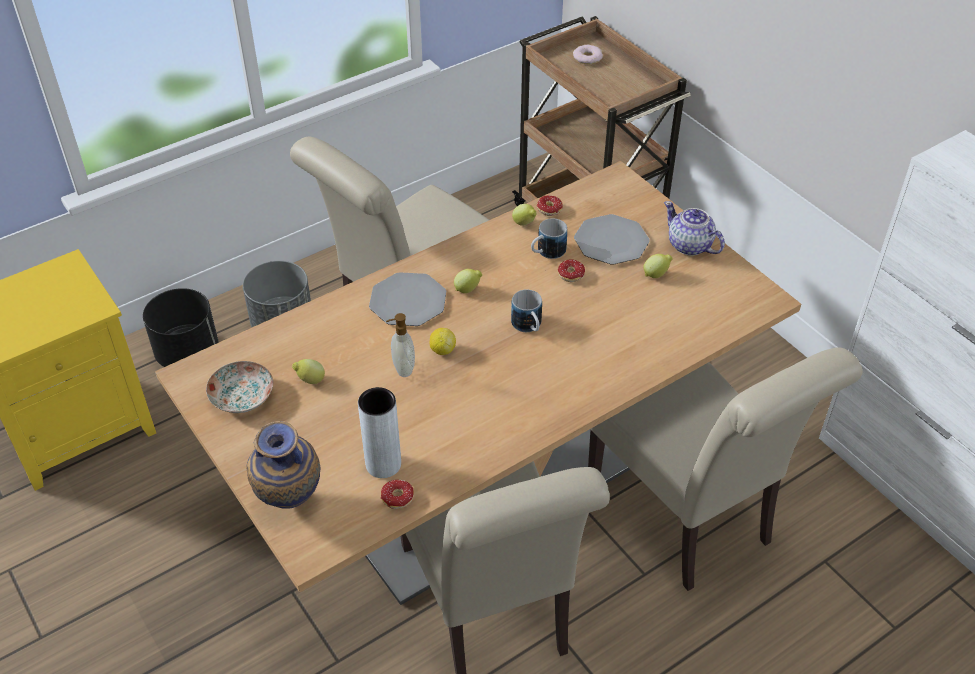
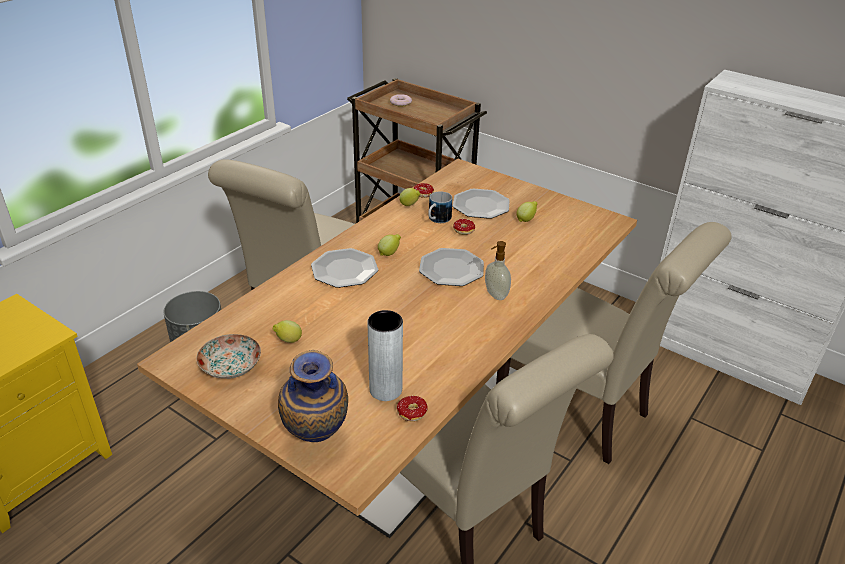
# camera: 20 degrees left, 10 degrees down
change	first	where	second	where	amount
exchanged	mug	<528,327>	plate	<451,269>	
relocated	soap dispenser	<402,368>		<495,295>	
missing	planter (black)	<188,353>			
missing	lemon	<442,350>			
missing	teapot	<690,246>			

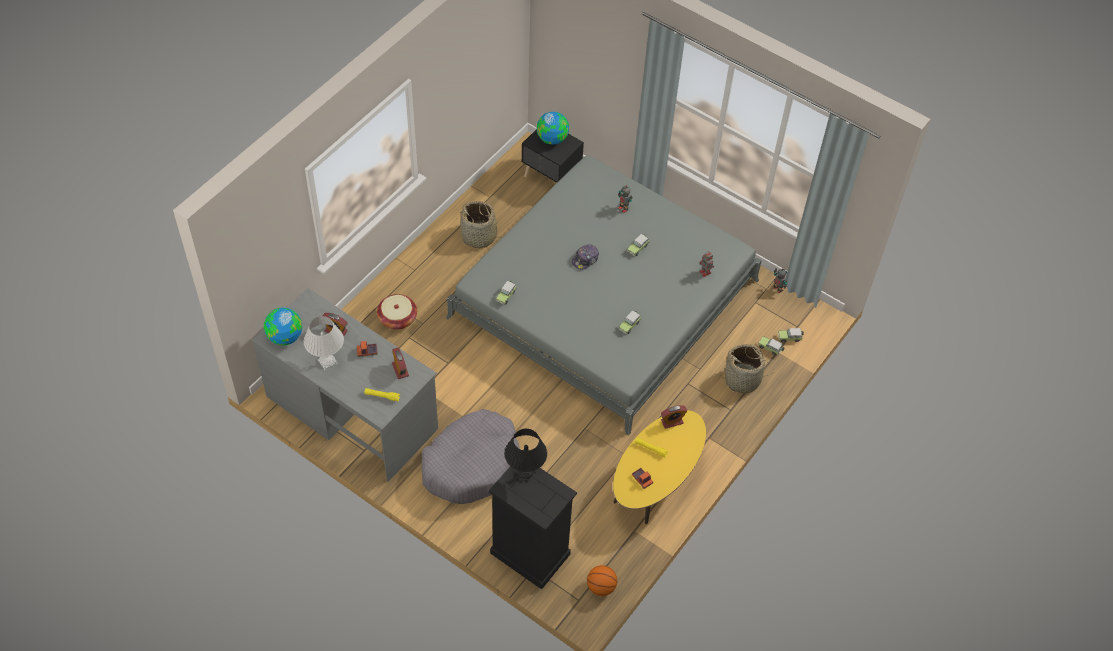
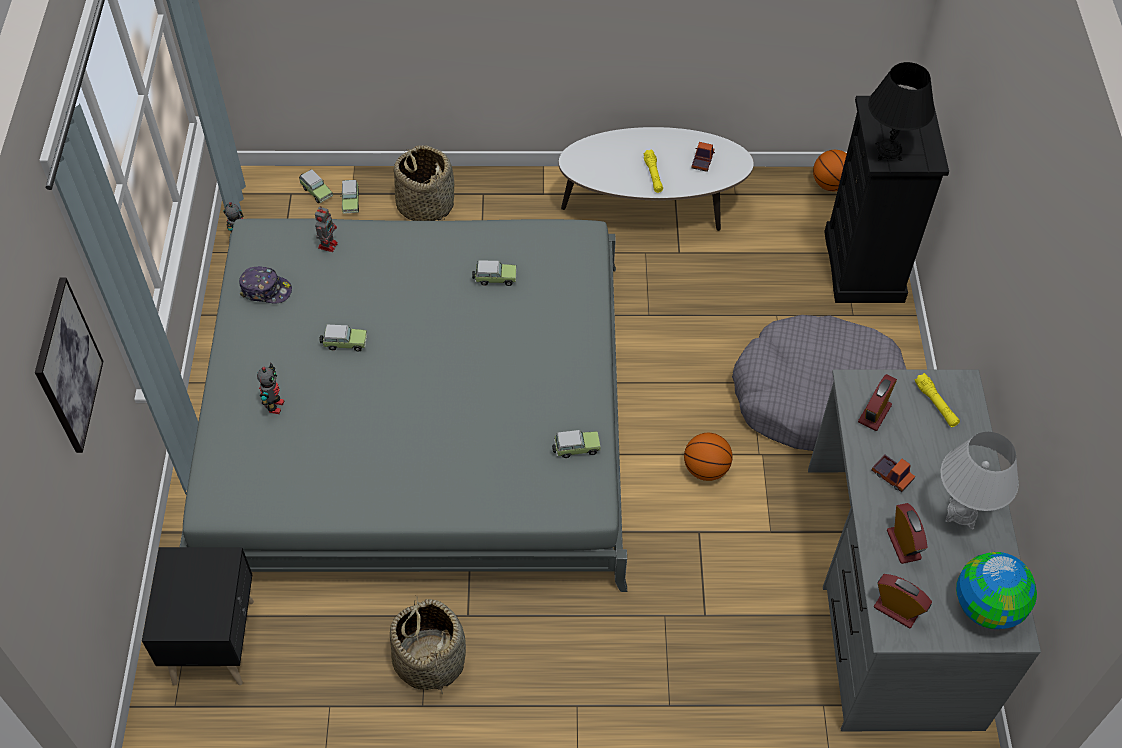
# camera: 125 degrees left, 0 degrees up
change	first	where	second	where	amount
appeared			picture	<67,366>	
relocated	cap	<585,259>		<266,290>	
colour	coffee table (yellow)	<655,481>	coffee table (white)	<651,209>	
appeared			basketball	<706,469>	
relocated	alarm clock	<672,422>		<896,610>	
missing	basket	<397,318>			
missing	globe	<552,138>			

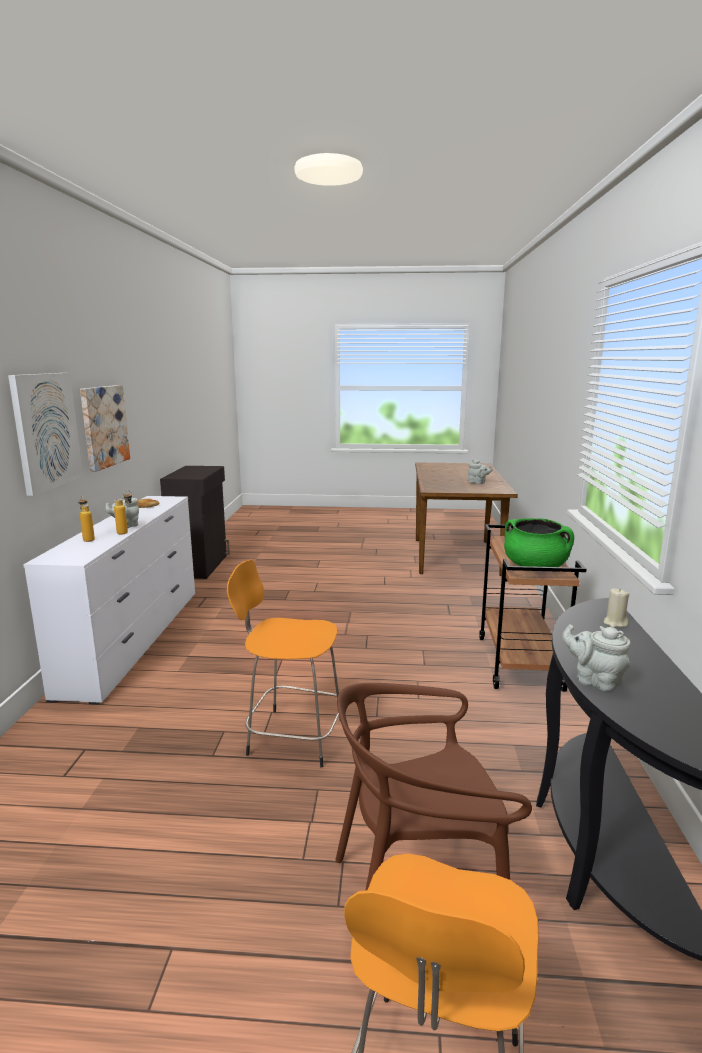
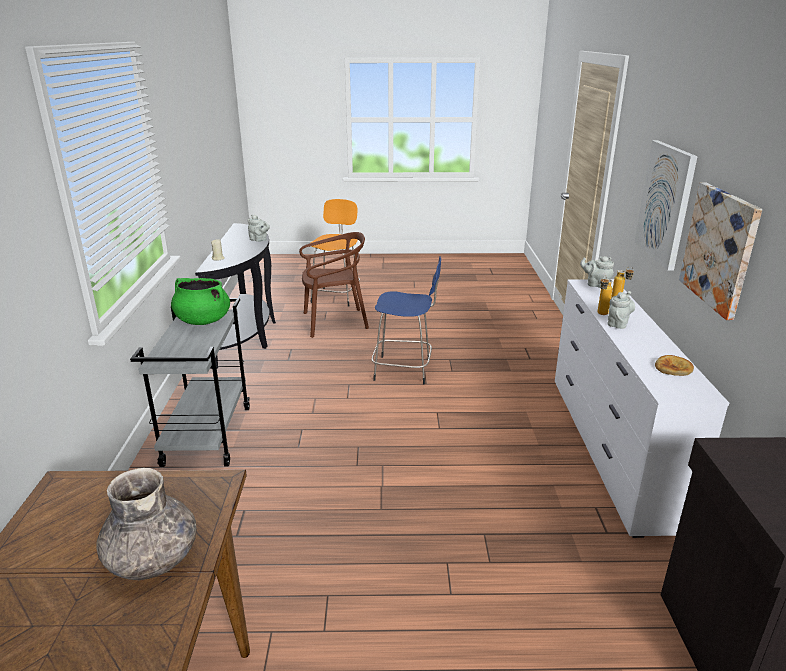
# camera: 175 degrees right, 10 degrees up
change	first	where	second	where	amount
appeared			vase (grey)	<153,558>	
colour	cart (brown)	<520,663>	cart (grey)	<207,435>	
colour	stool (orange)	<292,736>	stool (blue)	<405,370>	
relocated	teapot (grey)	<478,483>		<596,284>	

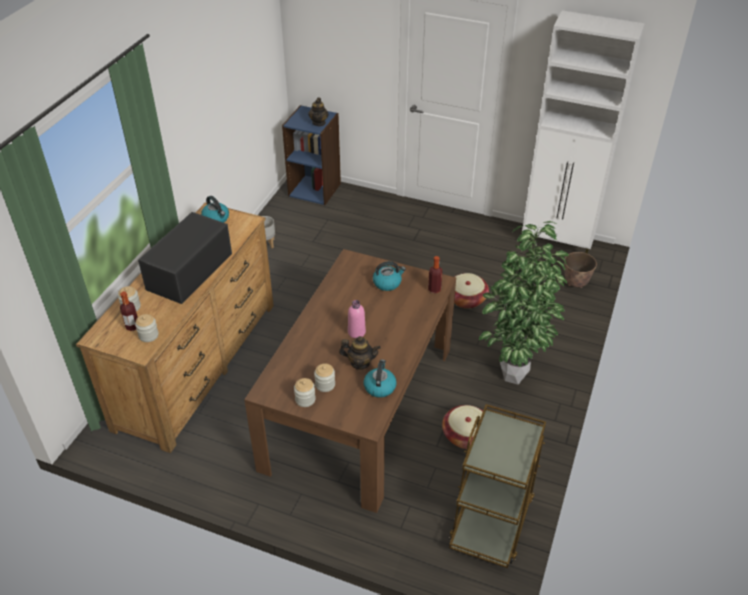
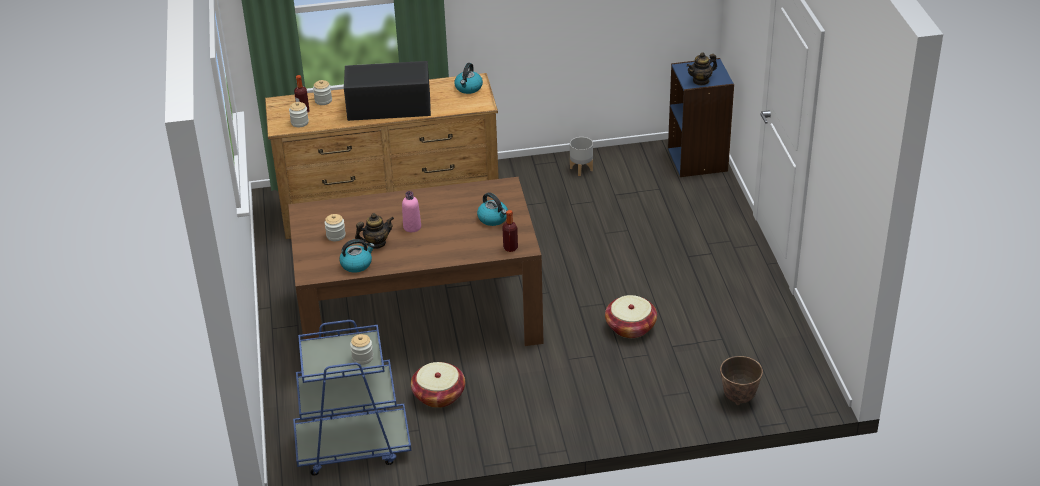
# camera: 60 degrees right, 5 degrees down
change	first	where	second	where	amount
colour	cart (brown)	<491,519>	cart (blue)	<352,446>	
relocated	jar	<305,399>		<362,358>	
spun	teapot	<360,363>		<376,243>	90 degrees counterclockwise
missing	potted plant	<513,378>			
missing	cabinet (white)	<557,244>			

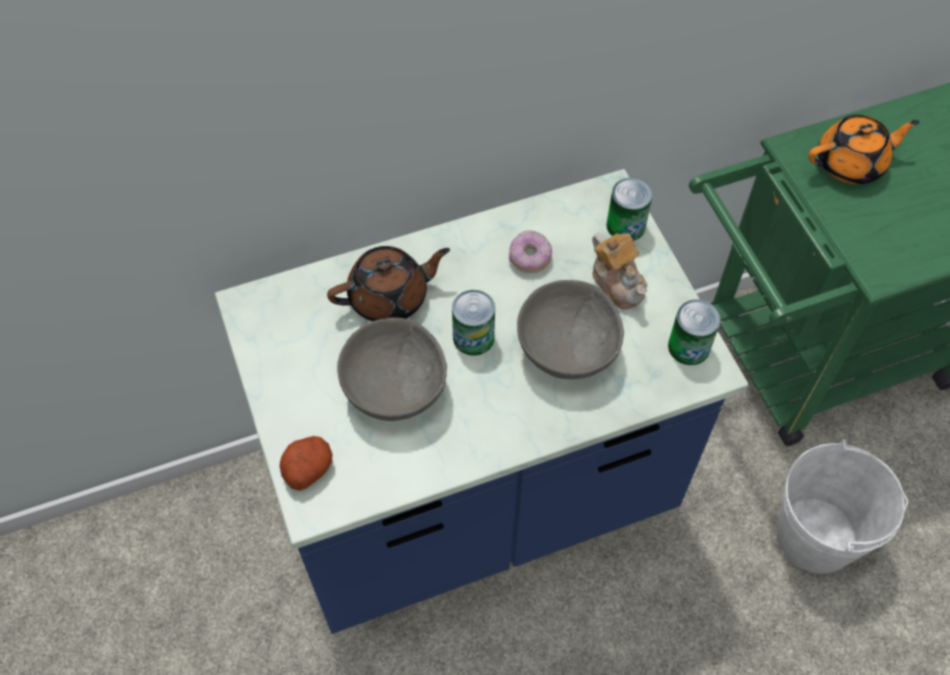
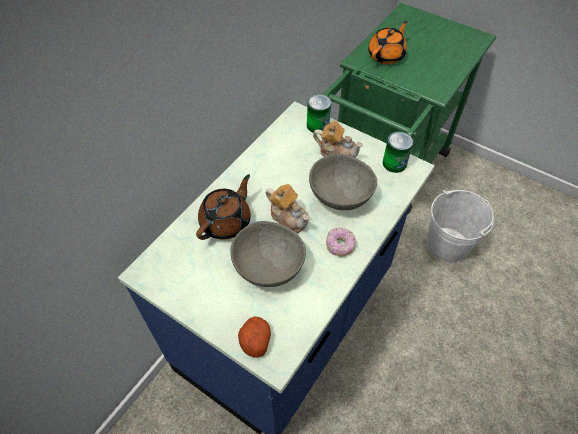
# camera: 35 degrees left, 5 degrees down
change	first	where	second	where	amount
exchanged	can	<473,337>	teapot	<288,217>	
relocated	donut	<529,258>		<340,246>	

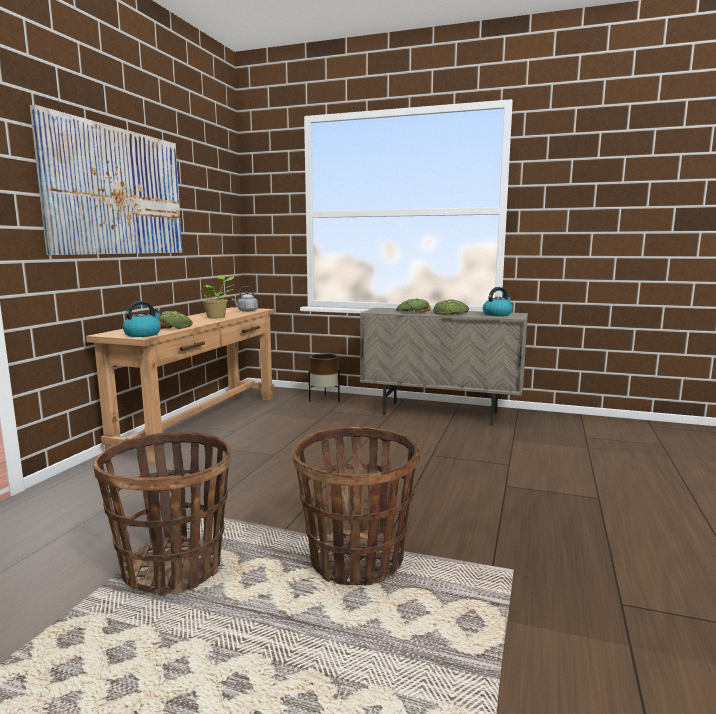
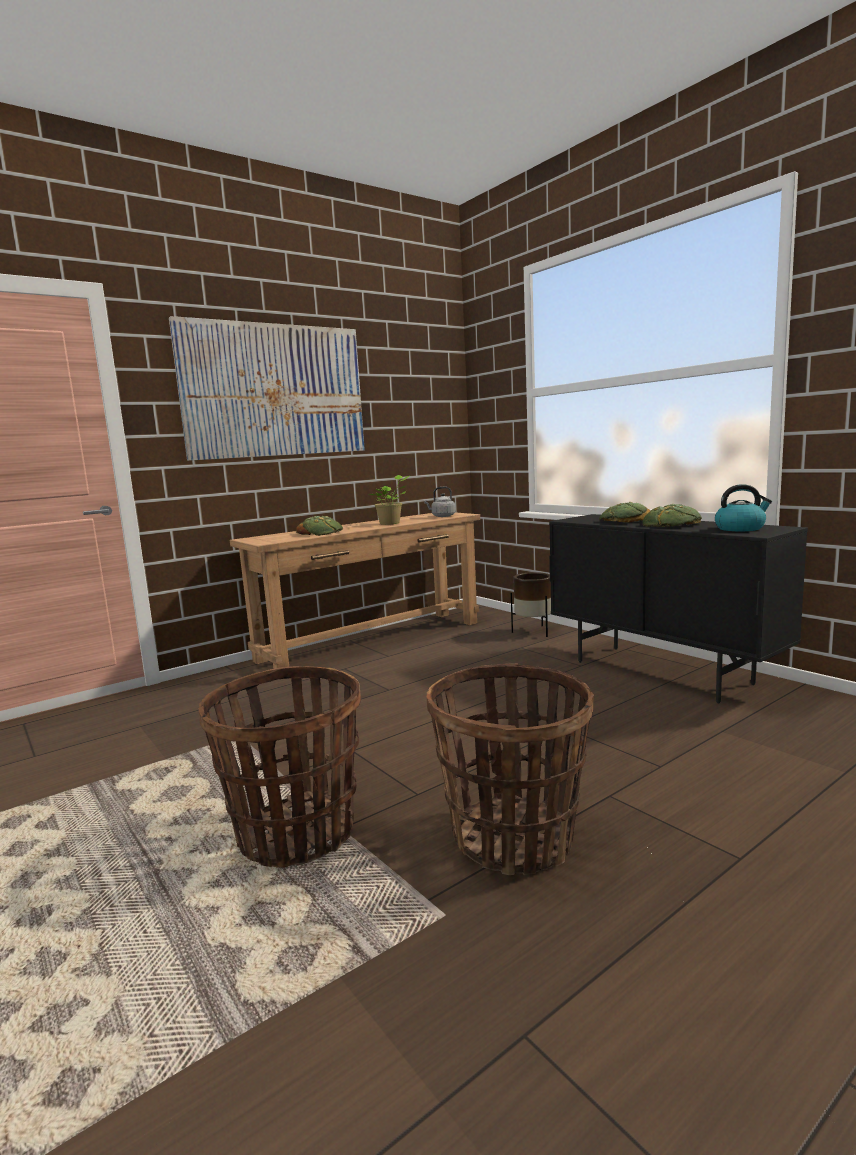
# camera: 35 degrees right, 0 degrees up
change	first	where	second	where	amount
relocated	basket	<173,568>		<513,838>	
colour	cabinet (beige)	<440,414>	cabinet (black)	<661,672>	
missing	kettle	<143,334>			

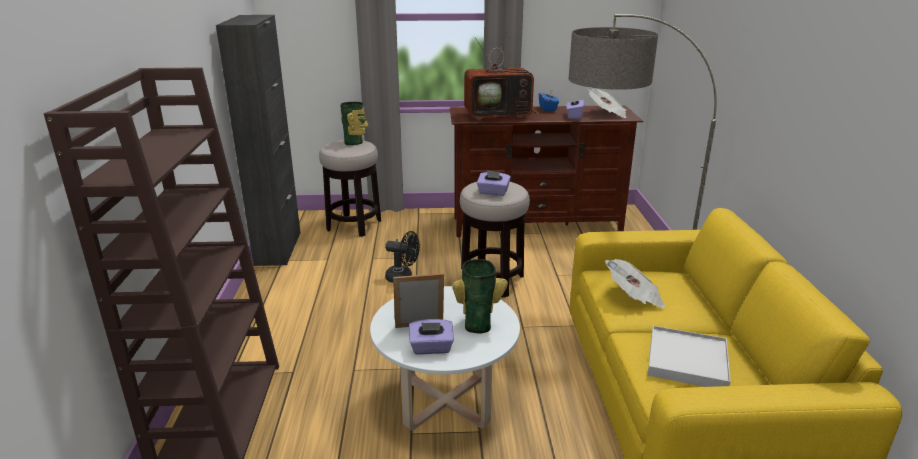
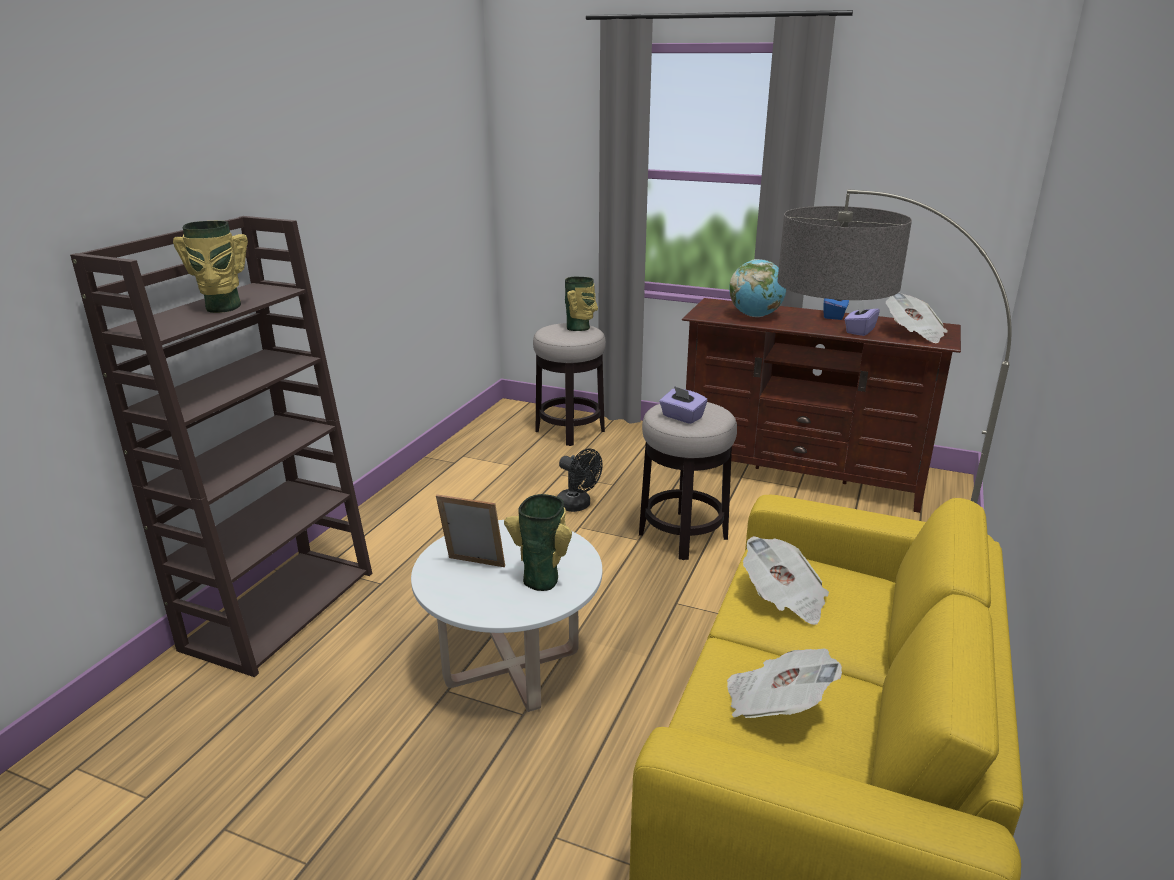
# camera: 25 degrees right, 0 degrees up
change	first	where	second	where	amount
appeared			vase	<221,308>	
exchanged	tray (white)	<687,361>	newspaper	<776,704>	
exchanged	television	<499,115>	globe	<755,316>	
missing	cabinet (black)	<278,248>			
missing	tissue box (purple)	<431,348>			

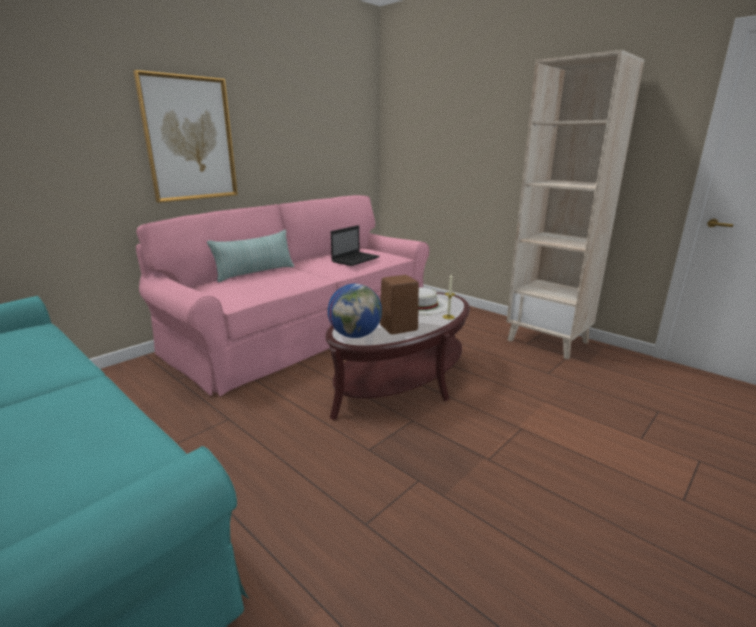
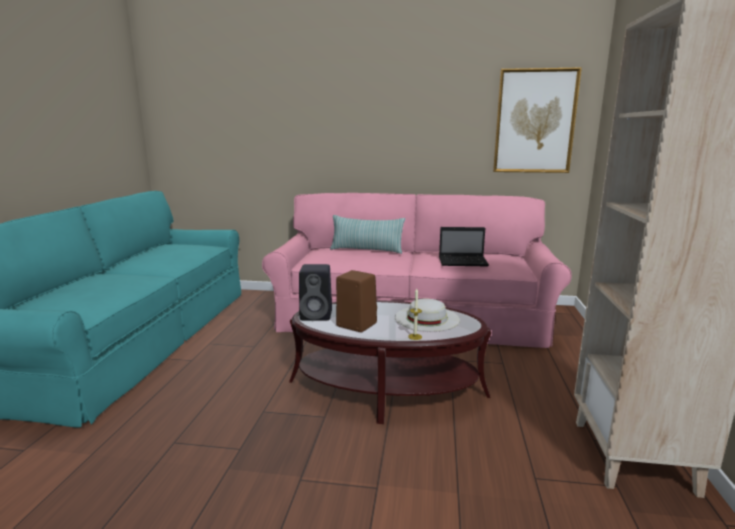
# camera: 55 degrees right, 5 degrees down
change	first	where	second	where	amount
exchanged	globe	<355,335>	speaker (black)	<317,315>	
relocated	picture	<189,139>		<534,121>	

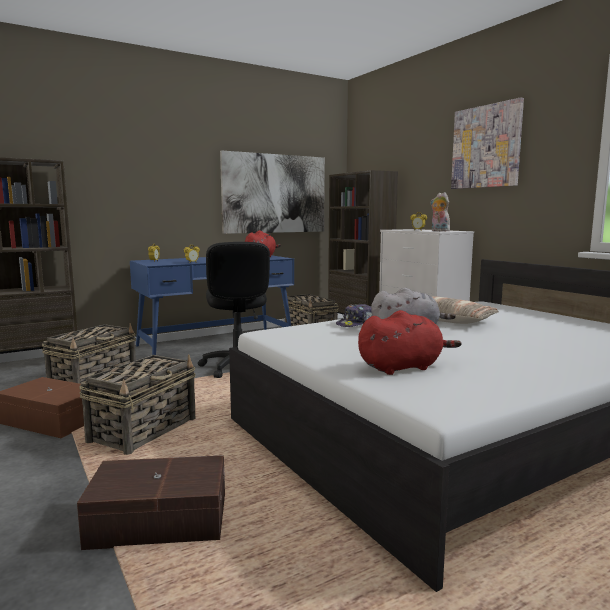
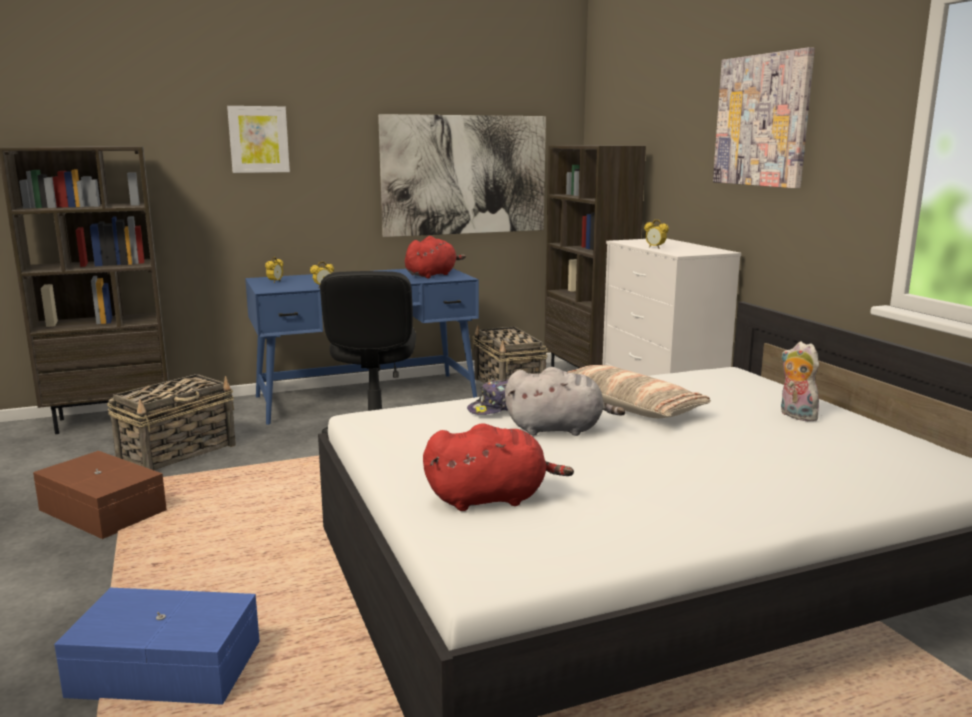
# camera: 10 degrees right, 5 degrees up
change	first	where	second	where	amount
colour	storage box (brown)	<158,519>	storage box (blue)	<166,667>	
appeared			picture	<258,139>	
relocated	plush toy	<439,231>		<795,416>	
missing	basket	<144,430>			

